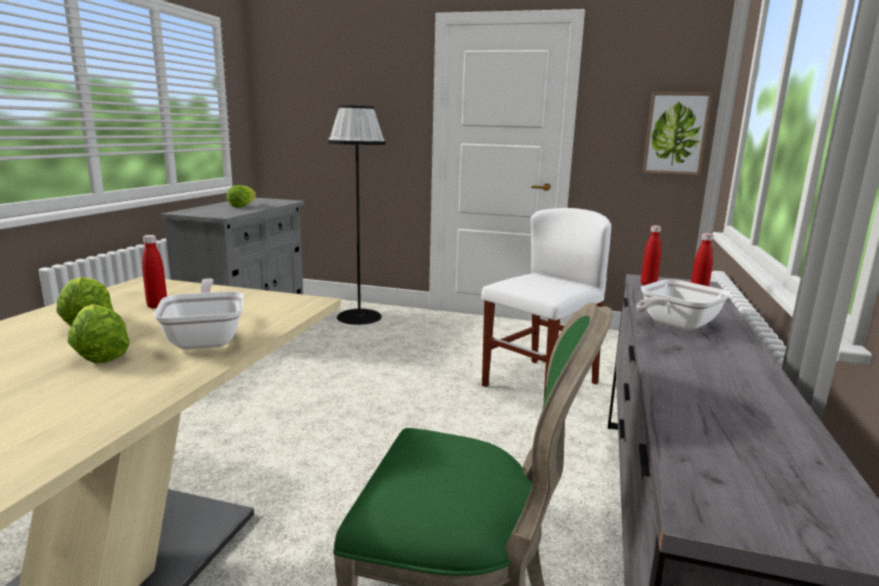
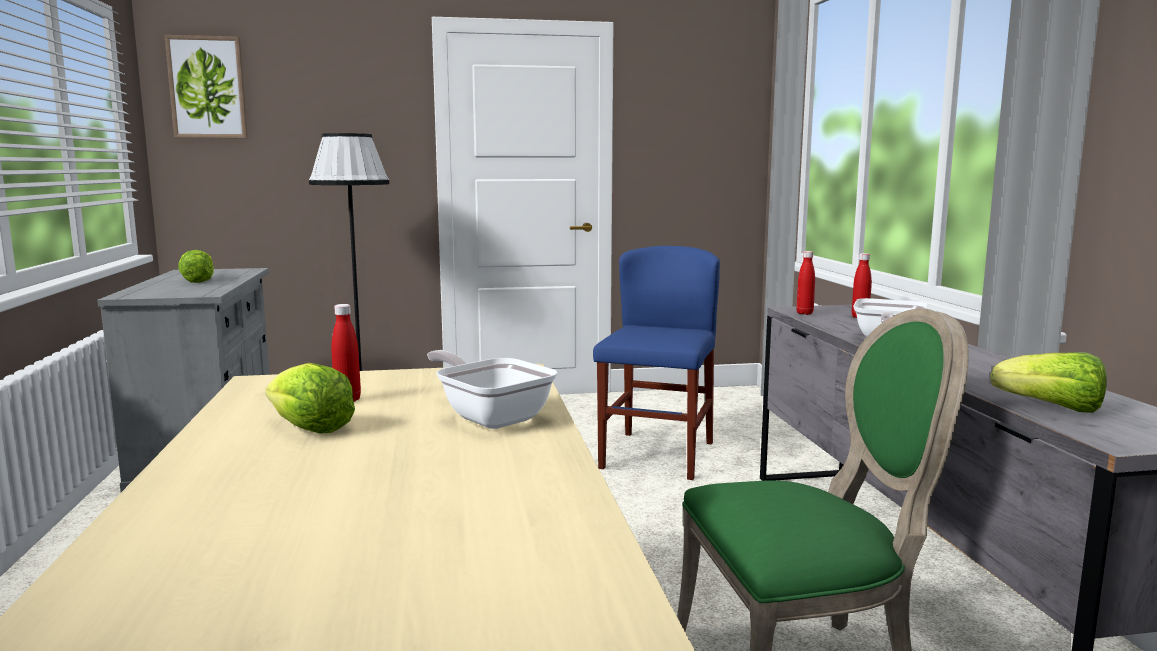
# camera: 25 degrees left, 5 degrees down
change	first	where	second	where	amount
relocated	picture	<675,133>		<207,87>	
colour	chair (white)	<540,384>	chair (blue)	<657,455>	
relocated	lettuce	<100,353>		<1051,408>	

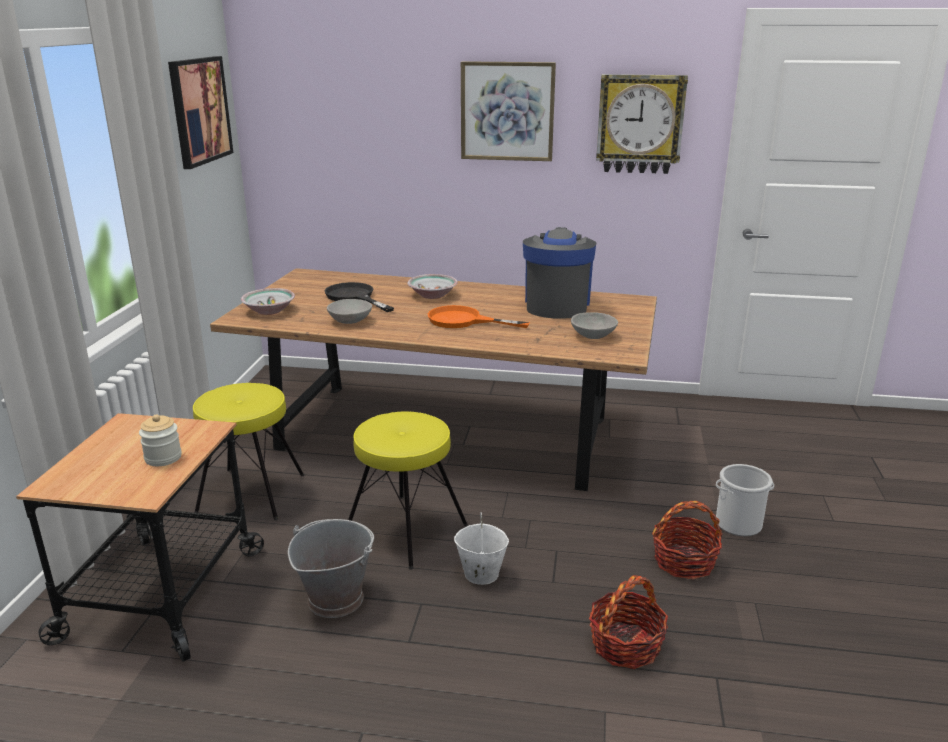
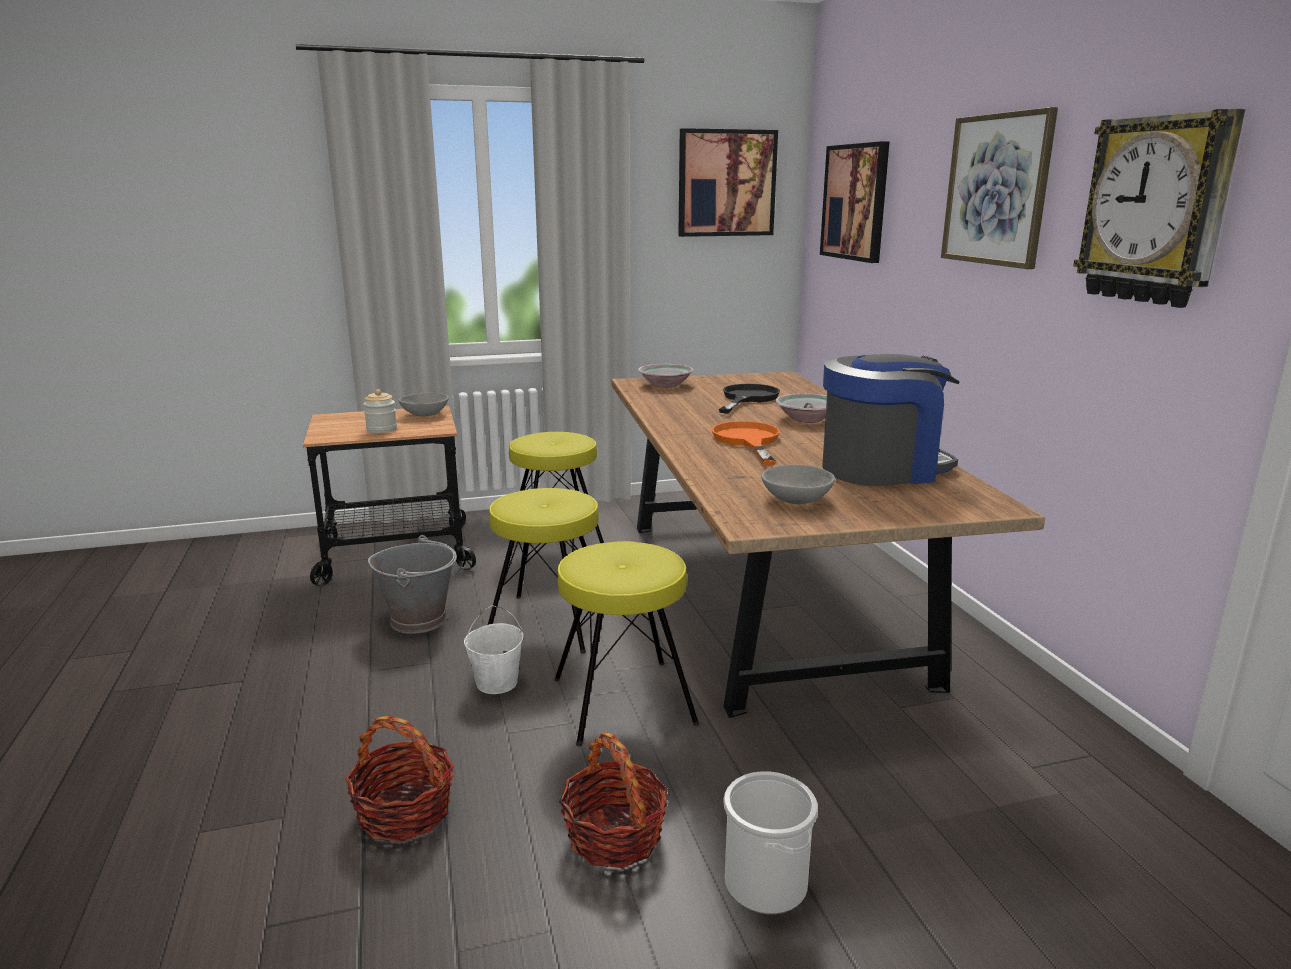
# camera: 65 degrees right, 5 degrees down
change	first	where	second	where	amount
relocated	bowl (grey)	<350,321>		<425,414>	
appeared			stool (yellow)	<622,700>	
appeared			picture	<855,202>	

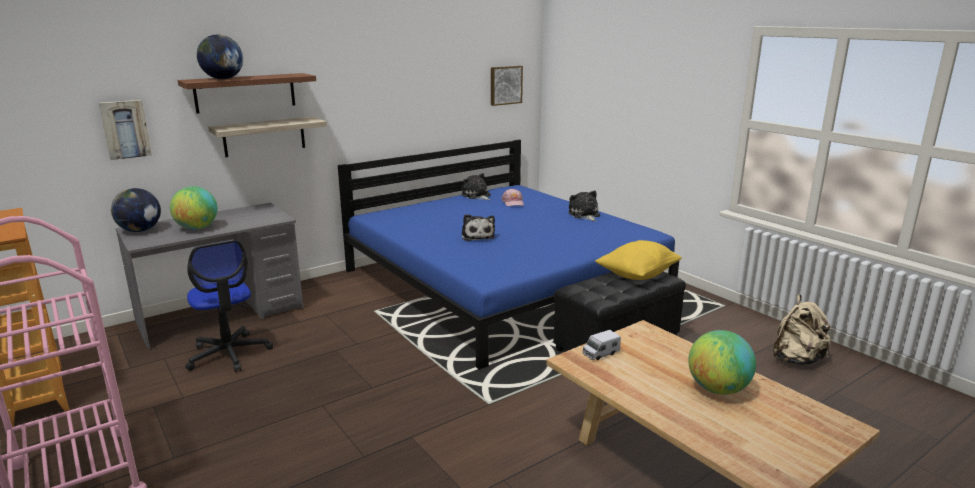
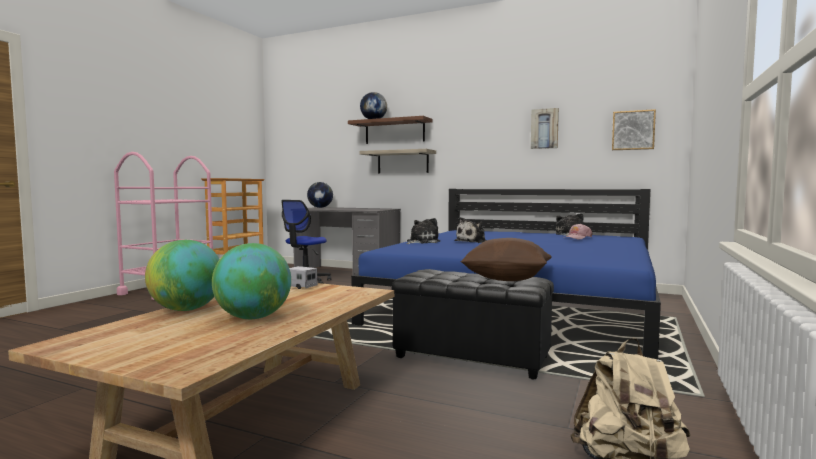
# camera: 60 degrees right, 15 degrees down
change	first	where	second	where	amount
relocated	globe	<197,228>		<186,309>	
relocated	plush toy	<584,215>		<421,242>	
colour	pillow (yellow)	<637,275>	pillow (brown)	<507,279>	
relocated	picture	<125,129>		<544,128>	

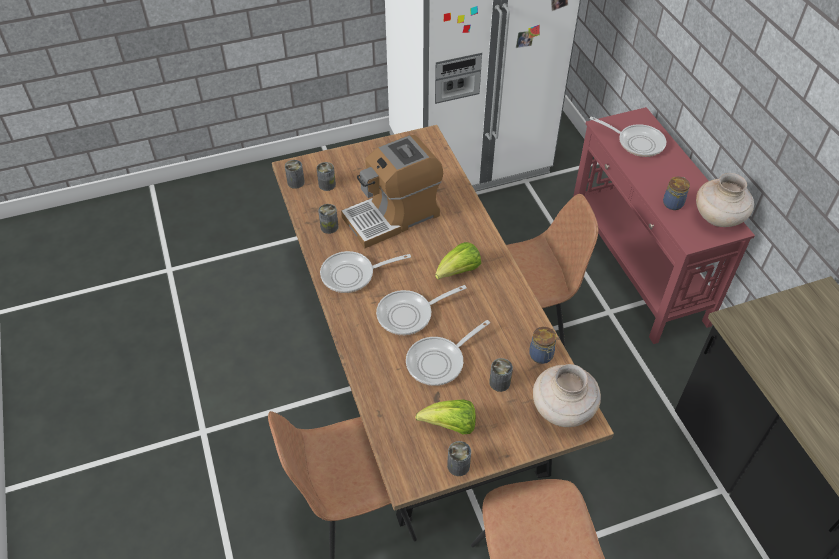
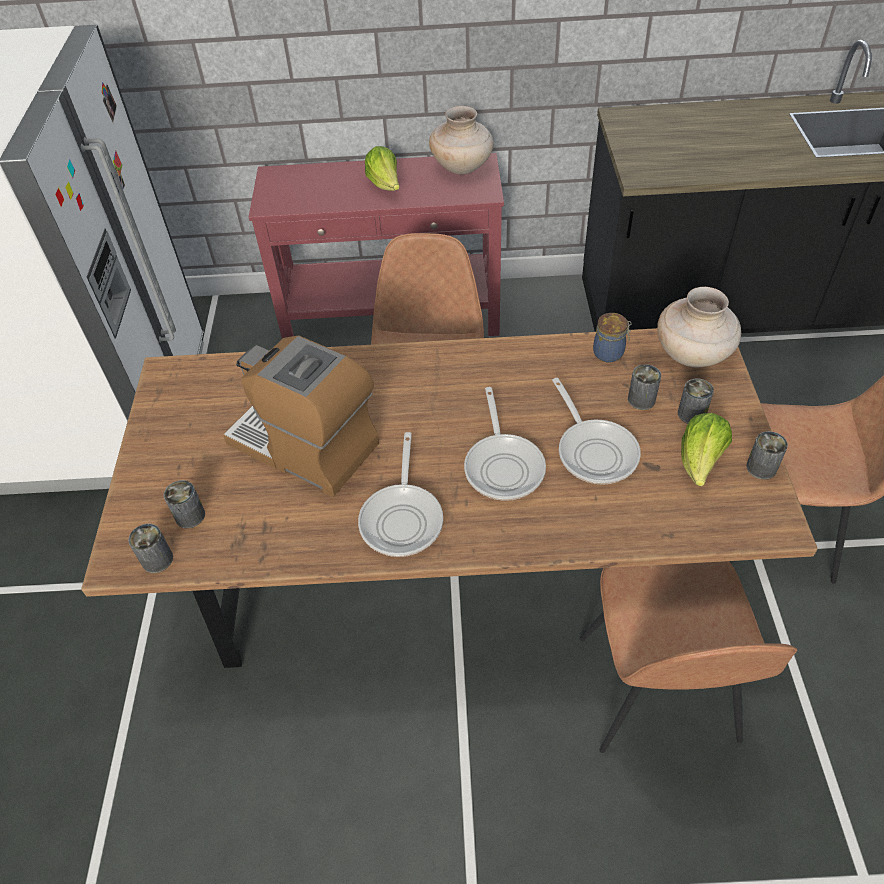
# camera: 70 degrees left, 0 degrees up
change	first	where	second	where	amount
spun	coffee machine	<393,216>		<305,445>	135 degrees clockwise
relocated	lettuce	<458,272>		<385,185>	
relocated	can	<329,227>		<691,414>	
missing	frying pan	<636,142>			
missing	jar	<673,203>			

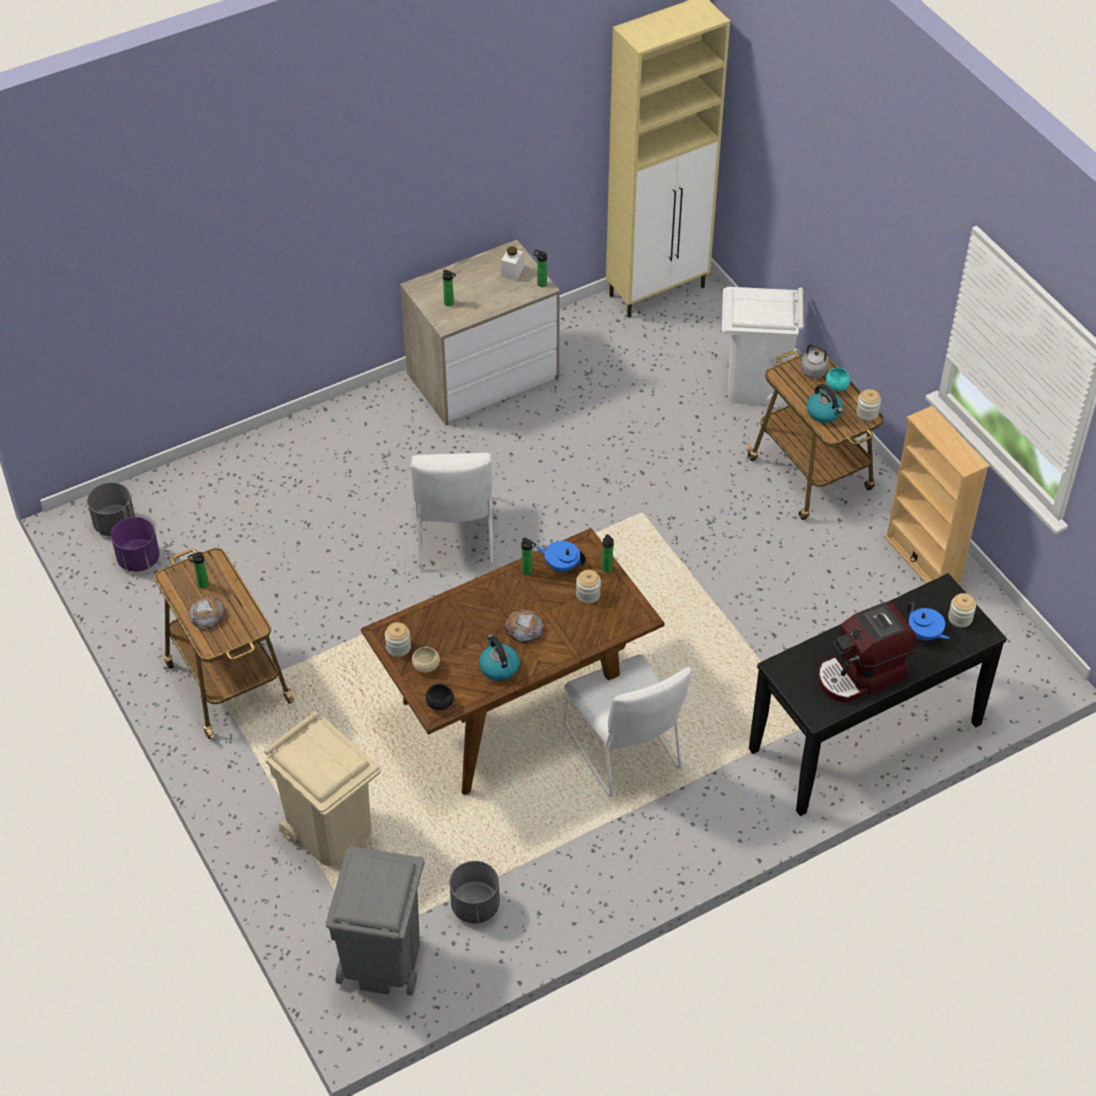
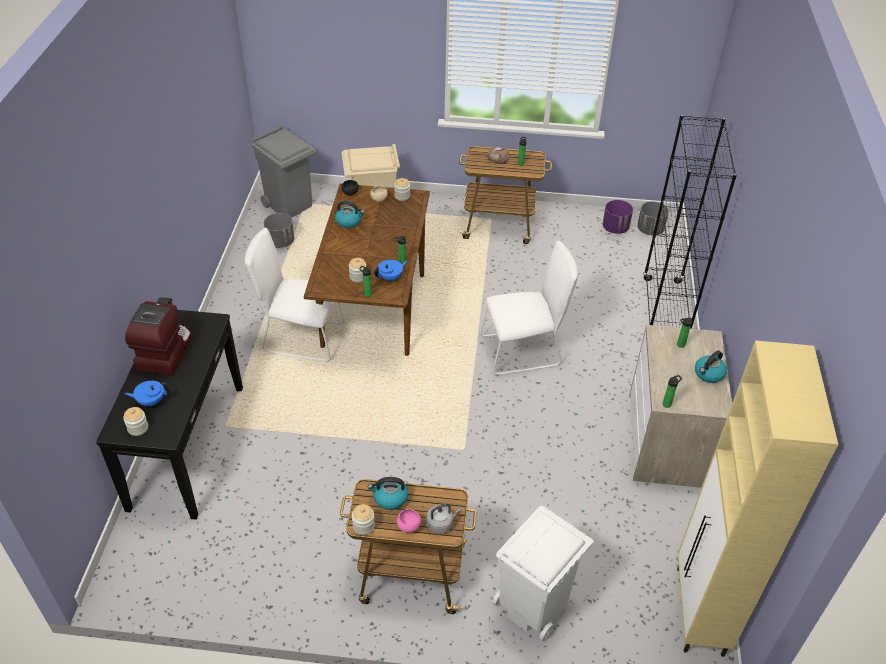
# camera: 125 degrees right, 5 degrees down
change	first	where	second	where	amount
colour	bowl (turquoise)	<837,386>	bowl (pink)	<409,526>	
spun	chair (white)	<455,537>		<524,350>	135 degrees clockwise
appeared			bookcase (black)	<664,310>	
appeared			kettle	<708,374>	
missing	jar (white)	<512,272>			
missing	bread	<523,628>			
missing	bookcase (beige)	<922,560>			

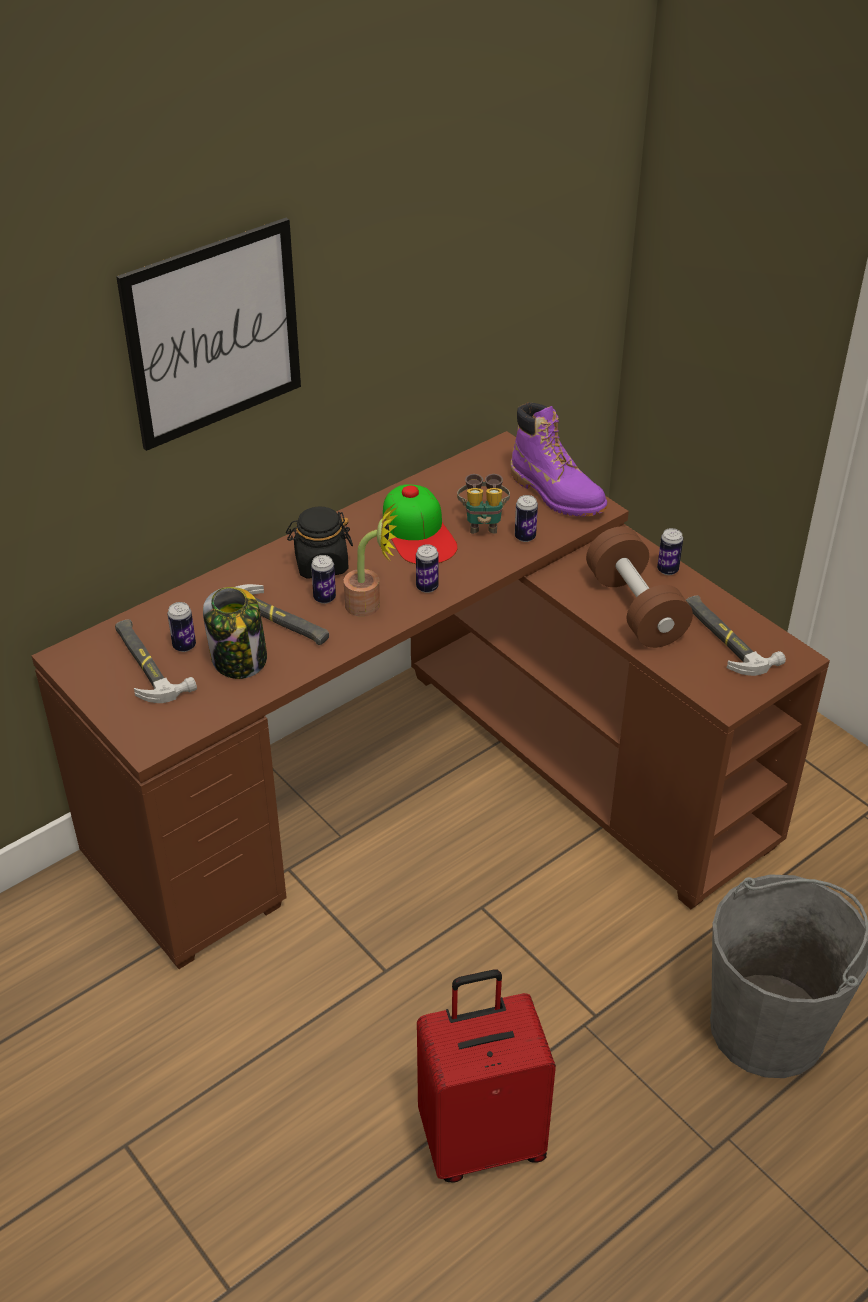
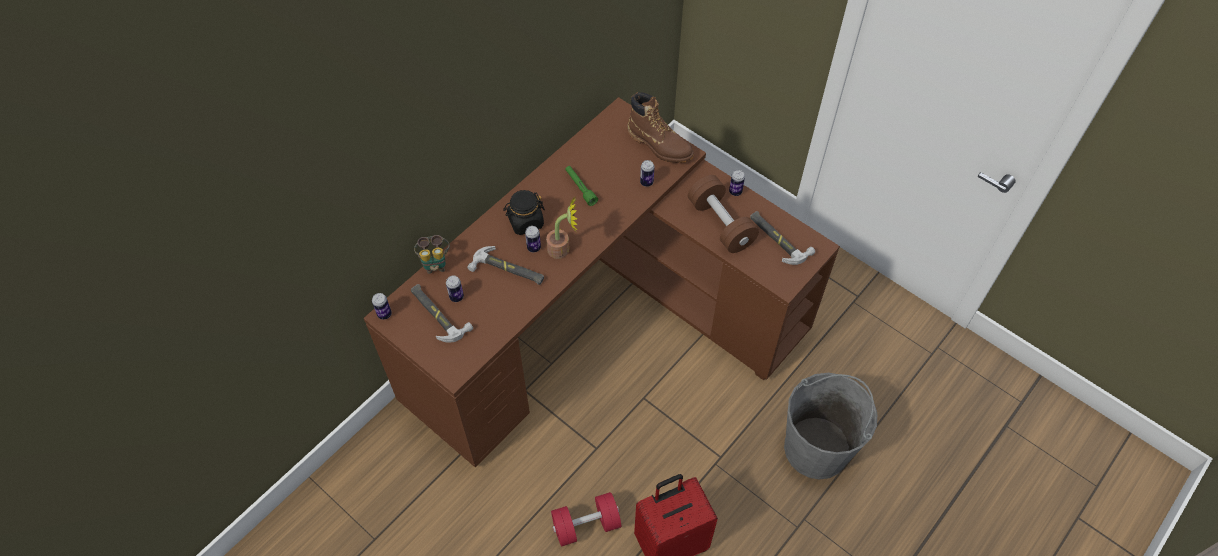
# camera: 10 degrees left, 15 degrees up
change	first	where	second	where	amount
relocated	can	<427,587>		<384,314>	
relocated	binoculars	<483,523>		<435,263>	
appeared			dumbbell (red)	<586,525>	
exchanged	cap	<418,532>	flashlight (green)	<580,188>	
colour	boot (purple)	<556,494>	boot (brown)	<659,145>	
missing	picture	<213,334>			
missing	jar	<239,659>			

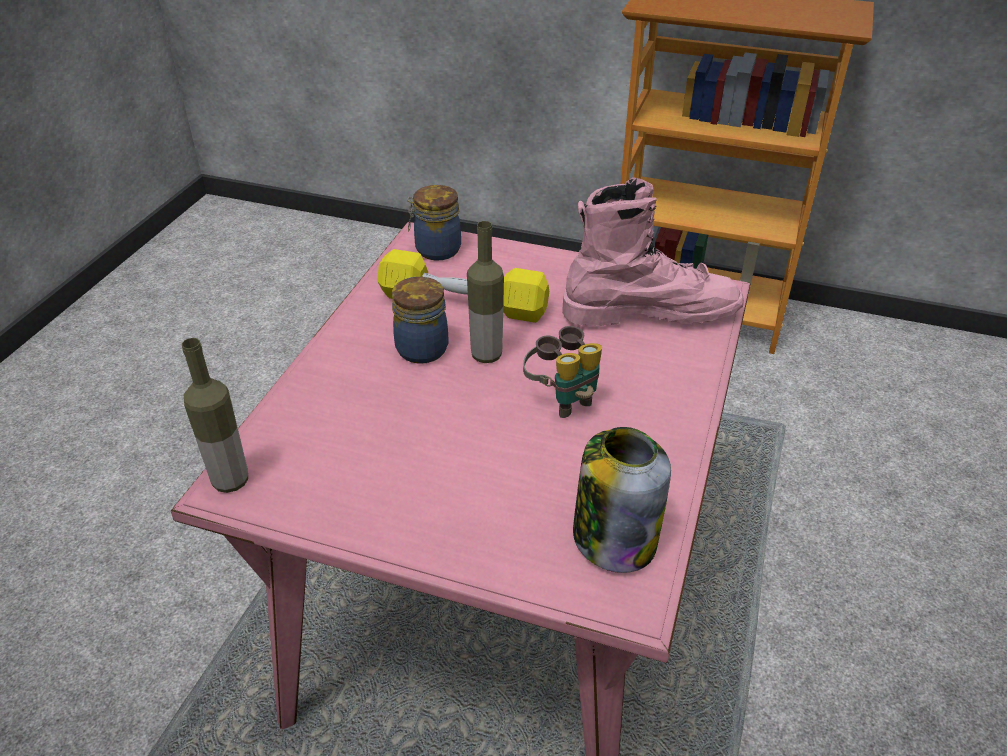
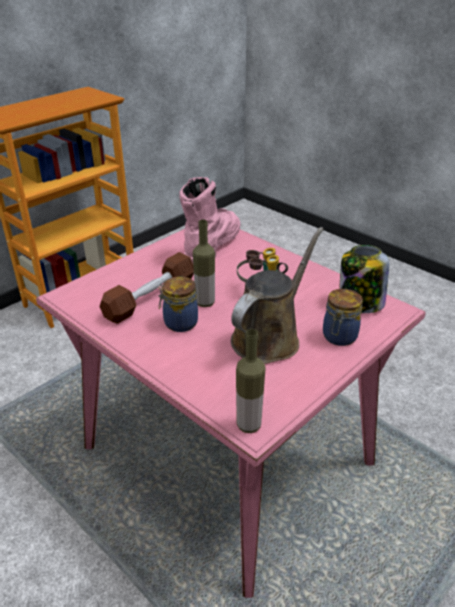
# camera: 65 degrees left, 5 degrees down
change	first	where	second	where	amount
colour	dumbbell (yellow)	<463,303>	dumbbell (brown)	<150,298>	
appeared			watering can (brown)	<269,337>	
relocated	jar	<436,250>		<339,337>	

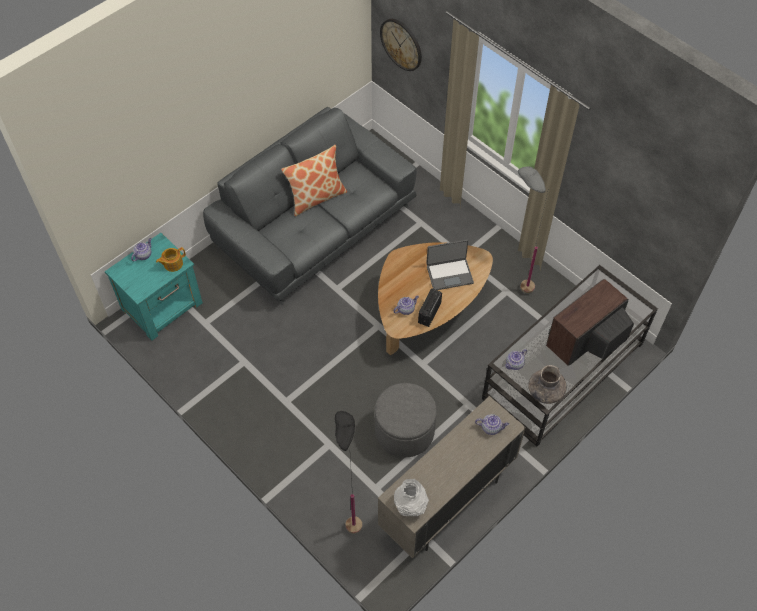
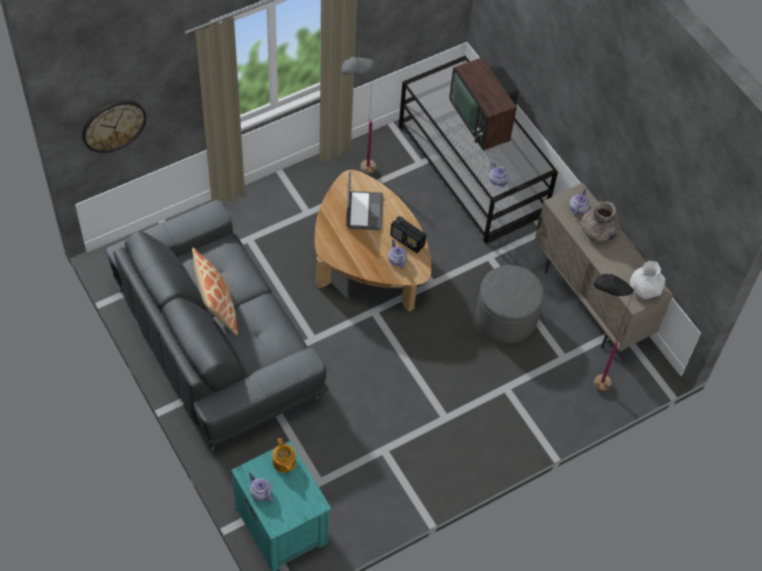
# camera: 80 degrees left, 0 degrees up
change	first	where	second	where	amount
relocated	vase (grey)	<545,391>		<598,231>	

